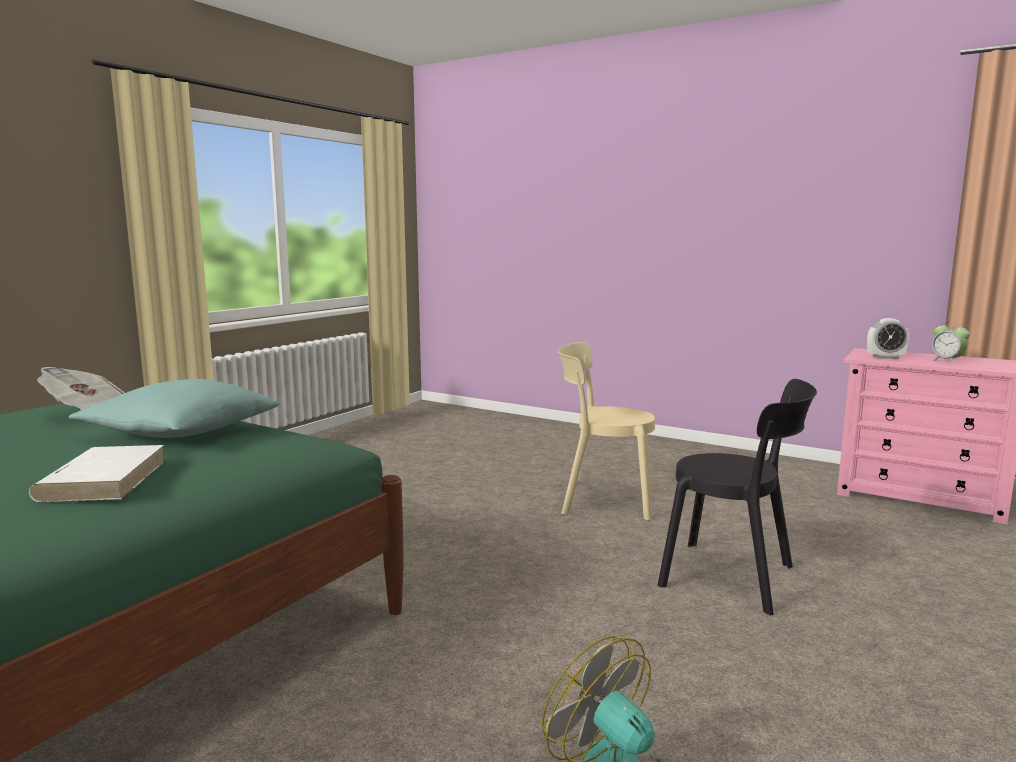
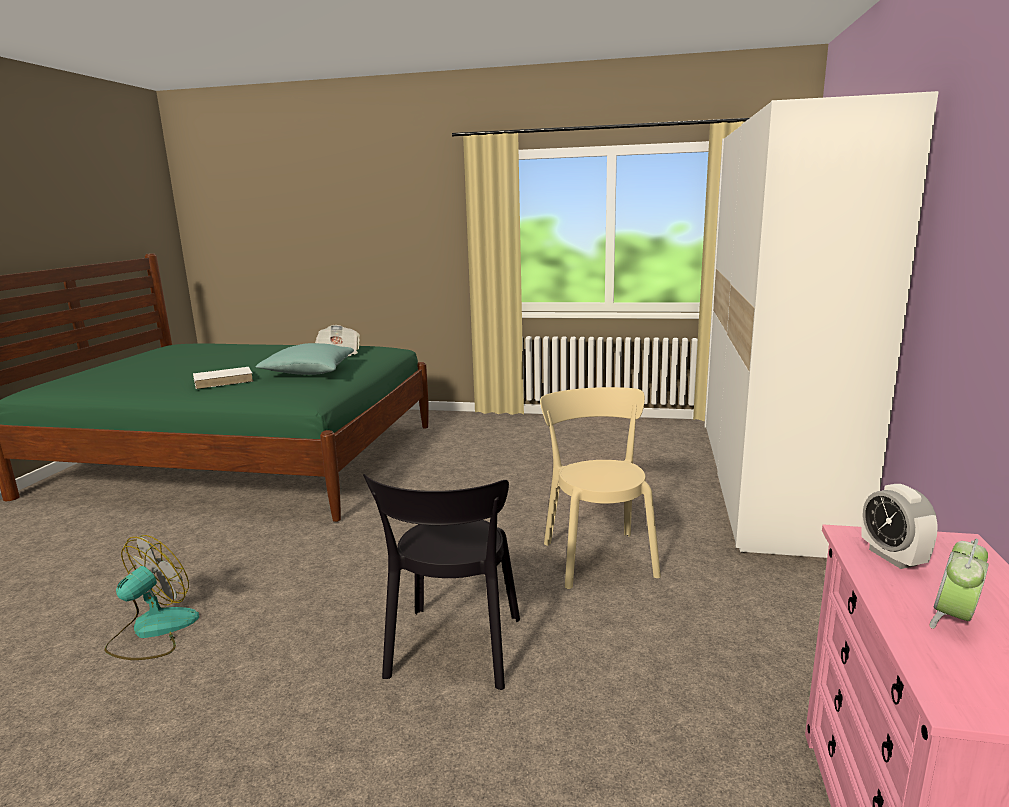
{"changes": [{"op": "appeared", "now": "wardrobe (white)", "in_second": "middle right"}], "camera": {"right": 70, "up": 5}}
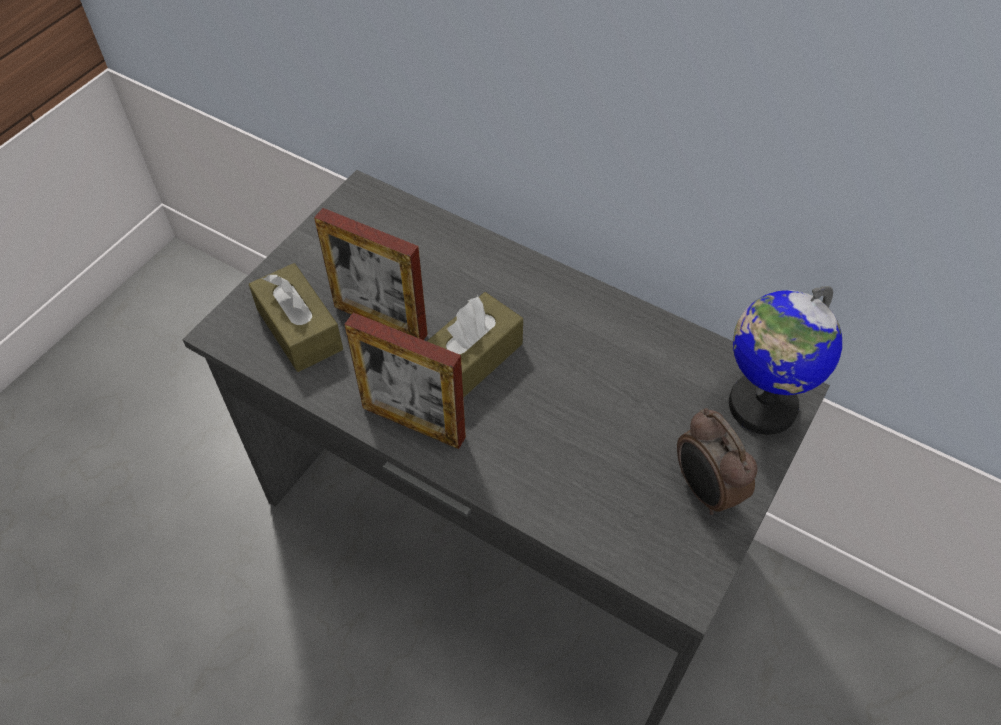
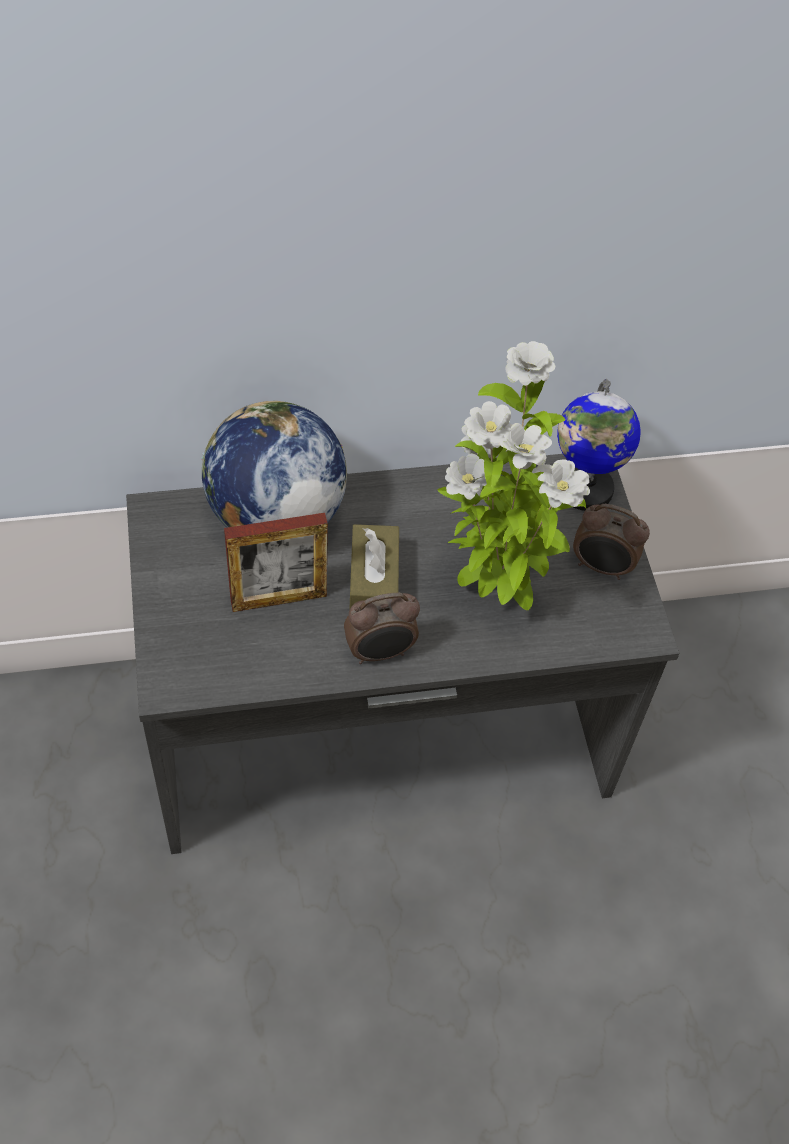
{"changes": [{"op": "missing", "was": "tissue box (brown-coloured) (no. 1 from left)", "in_first": "middle left"}, {"op": "appeared", "now": "globe (no. 1 from left)", "in_second": "centre"}, {"op": "appeared", "now": "potted plant", "in_second": "centre"}, {"op": "exchanged", "was": "photo frame (no. 2 from left)", "now": "alarm clock (no. 1 from left)", "in_first": "centre", "in_second": "centre"}], "camera": {"right": -45, "up": 0}}
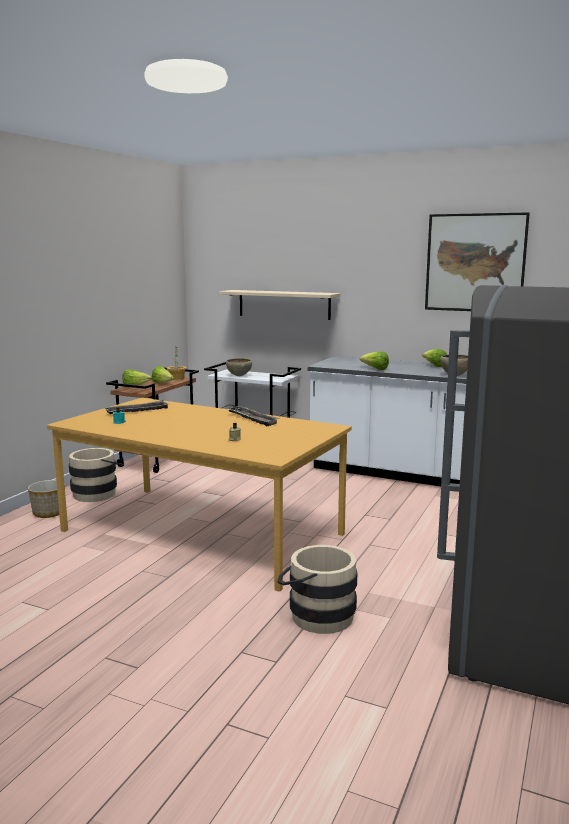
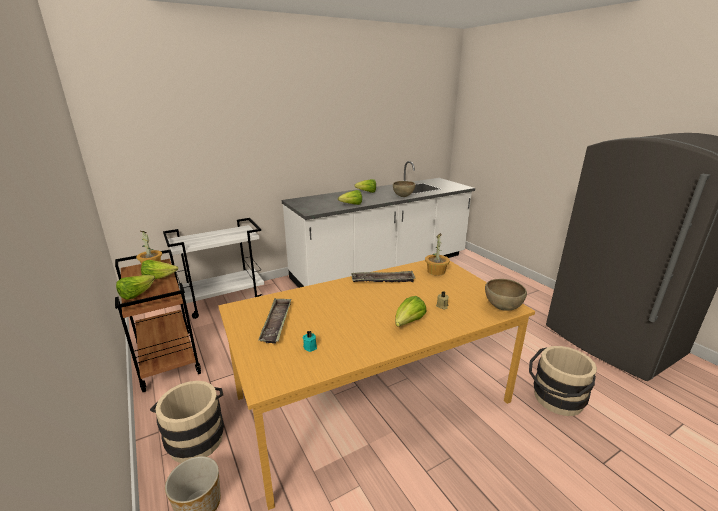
{"changes": [{"op": "missing", "was": "shelf (sand-coloured)", "in_first": "centre"}, {"op": "missing", "was": "wall picture", "in_first": "top right"}, {"op": "appeared", "now": "lettuce (no. 5 from left)", "in_second": "centre"}, {"op": "appeared", "now": "potted plant (no. 2 from left)", "in_second": "centre"}, {"op": "relocated", "was": "serving bowl (brown-coloured) (no. 1 from left in the first image)", "now": "serving bowl (brown-coloured) (no. 2 from left)", "in_first": "centre", "in_second": "middle right"}], "camera": {"right": -55, "up": 10}}
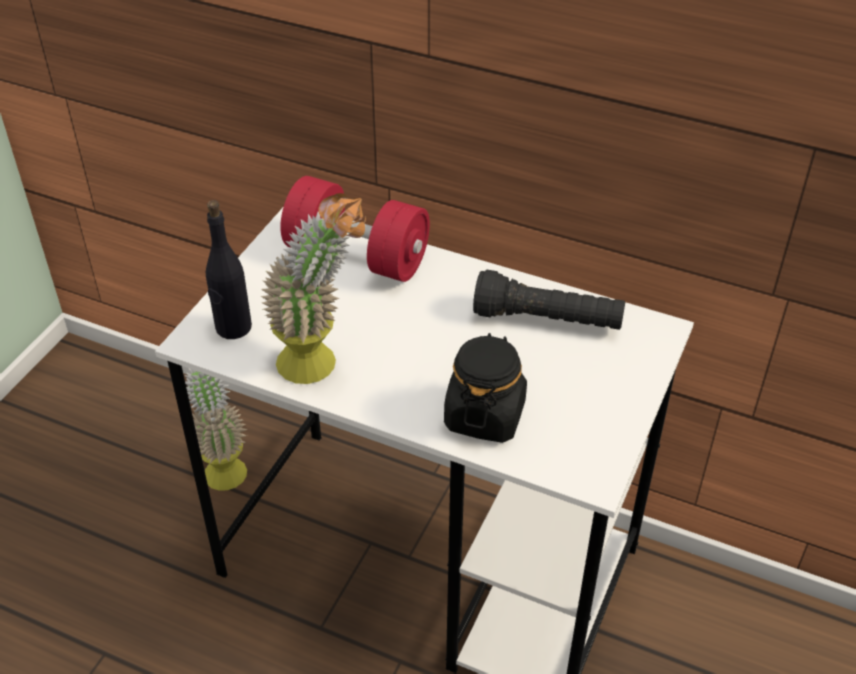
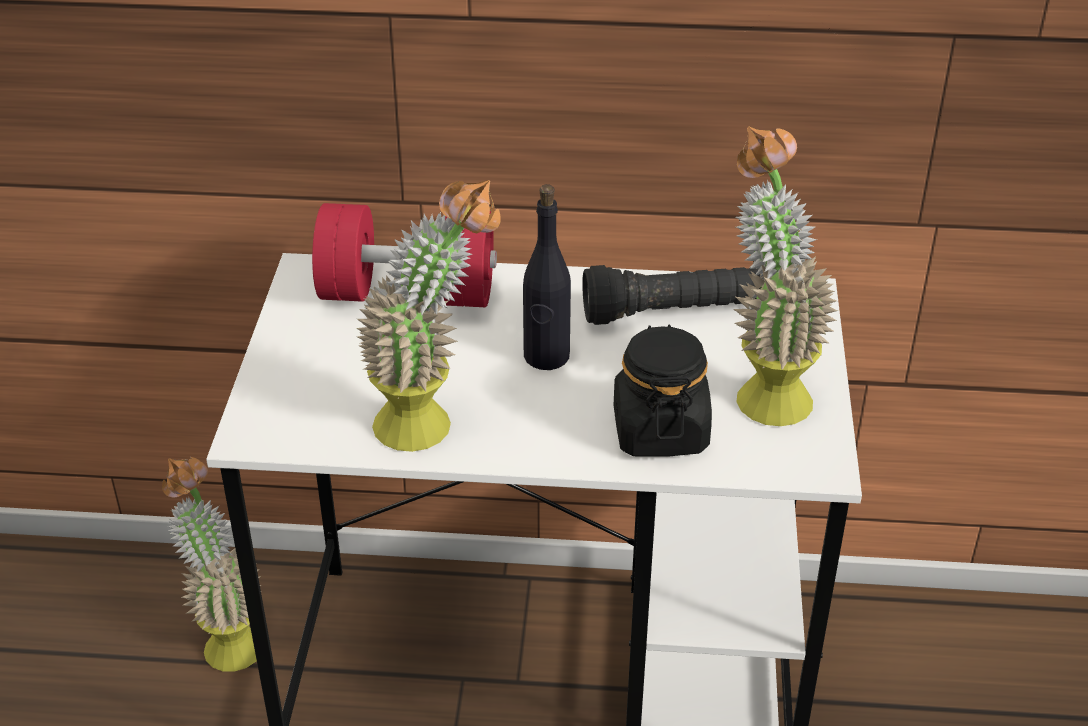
{"changes": [{"op": "appeared", "now": "potted plant (no. 3 from left)", "in_second": "middle right"}, {"op": "relocated", "was": "beverage bottle (black)", "in_first": "middle left", "in_second": "centre"}], "camera": {"right": -20, "up": -5}}
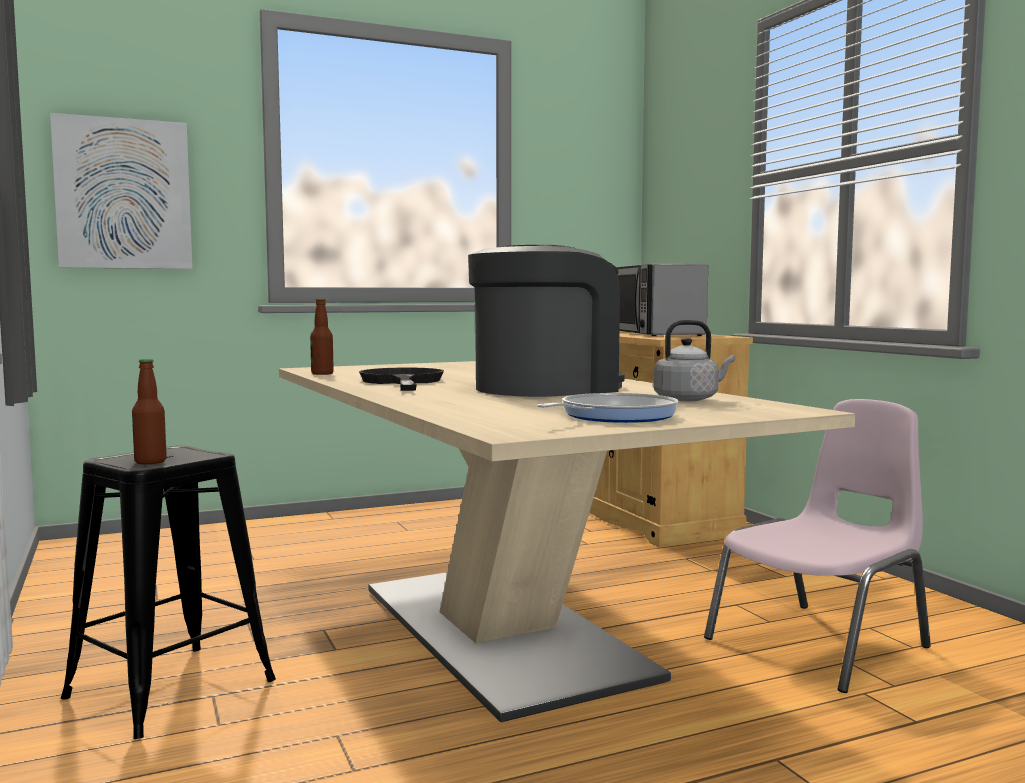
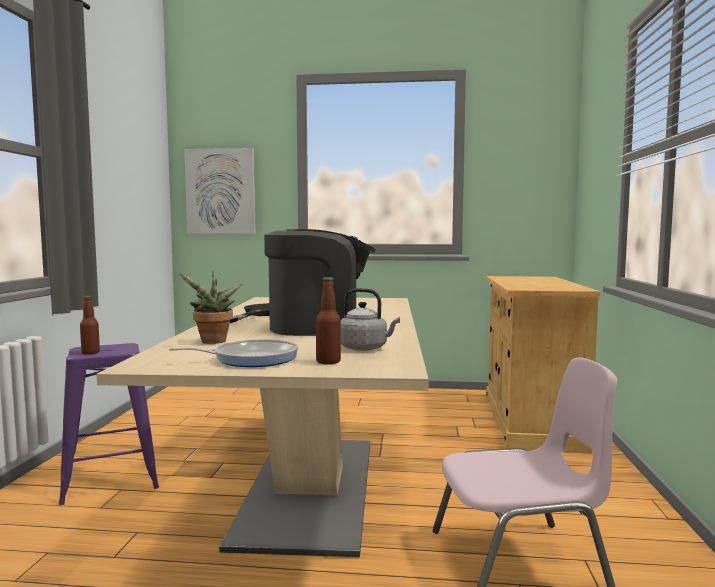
{"changes": [{"op": "missing", "was": "kitchen microwave", "in_first": "centre"}, {"op": "appeared", "now": "potted plant", "in_second": "middle left"}, {"op": "relocated", "was": "beverage bottle (no. 2 from left)", "in_first": "middle left", "in_second": "centre"}, {"op": "colour", "was": "stool seat (black)", "now": "stool seat (purplish)", "in_first": "bottom left", "in_second": "bottom left"}], "camera": {"right": 30, "up": 0}}
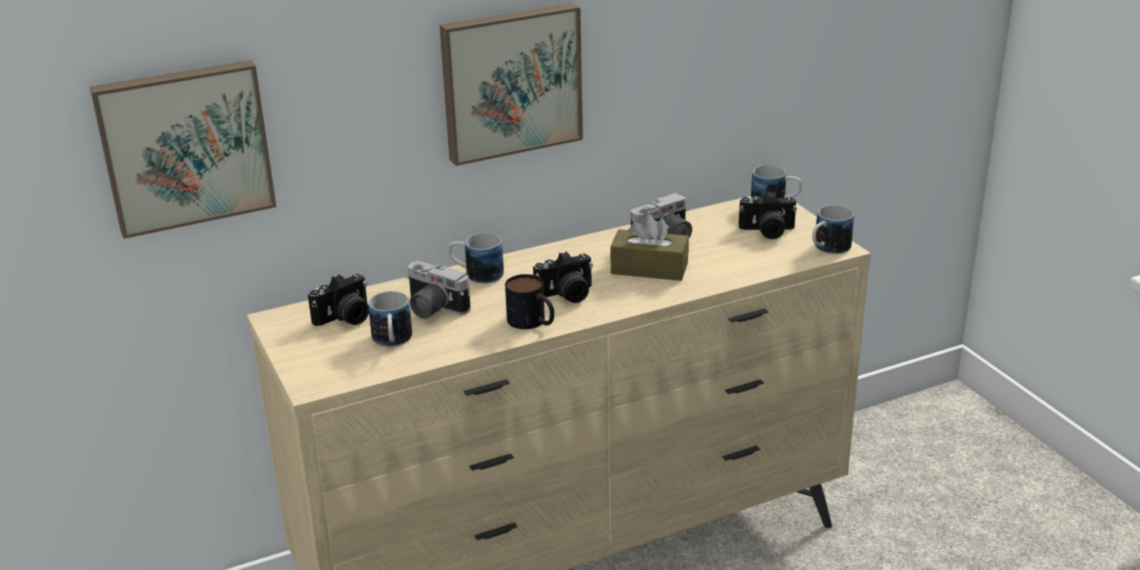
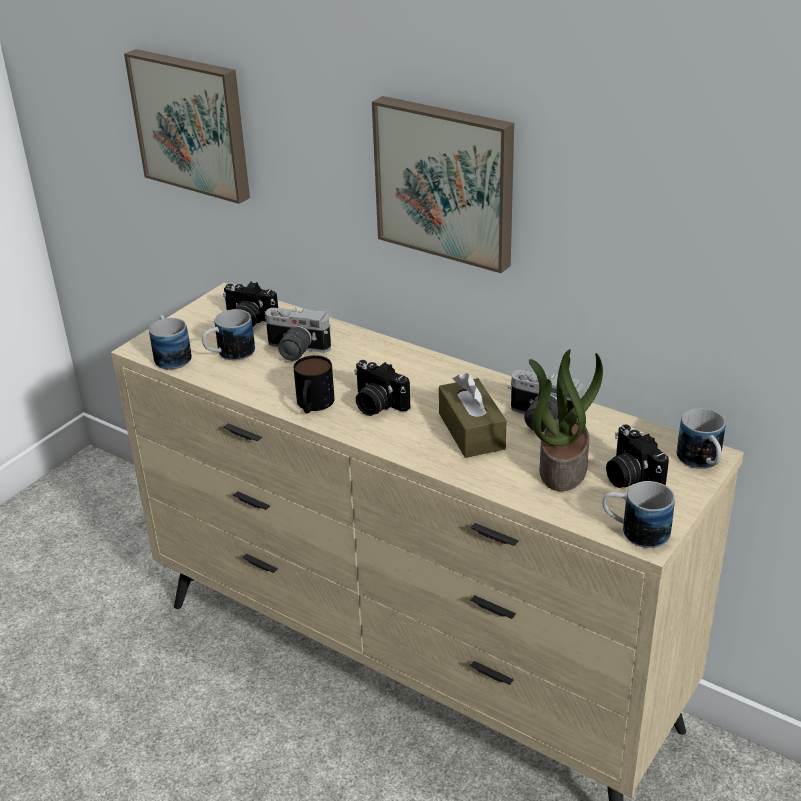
{"changes": [{"op": "appeared", "now": "potted plant", "in_second": "middle right"}, {"op": "relocated", "was": "tea mug (no. 2 from left in the first image)", "now": "tea mug (no. 1 from left)", "in_first": "centre", "in_second": "middle left"}, {"op": "spun", "was": "photo camera (no. 2 from left)", "in_first": "centre", "in_second": "centre", "clockwise": -75}], "camera": {"right": 60, "up": 5}}
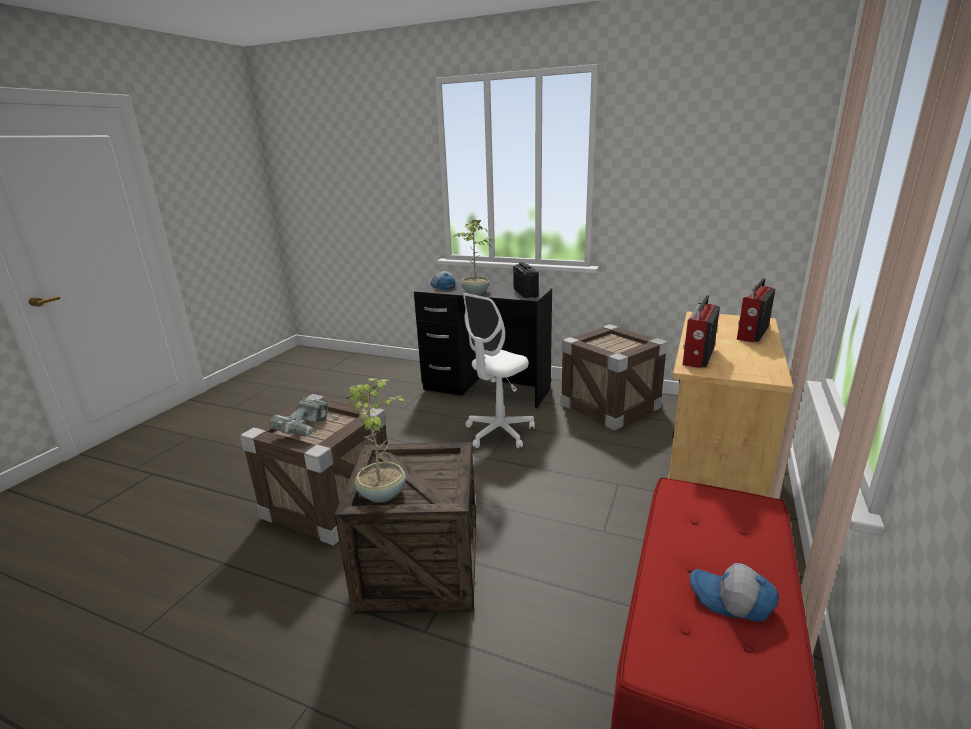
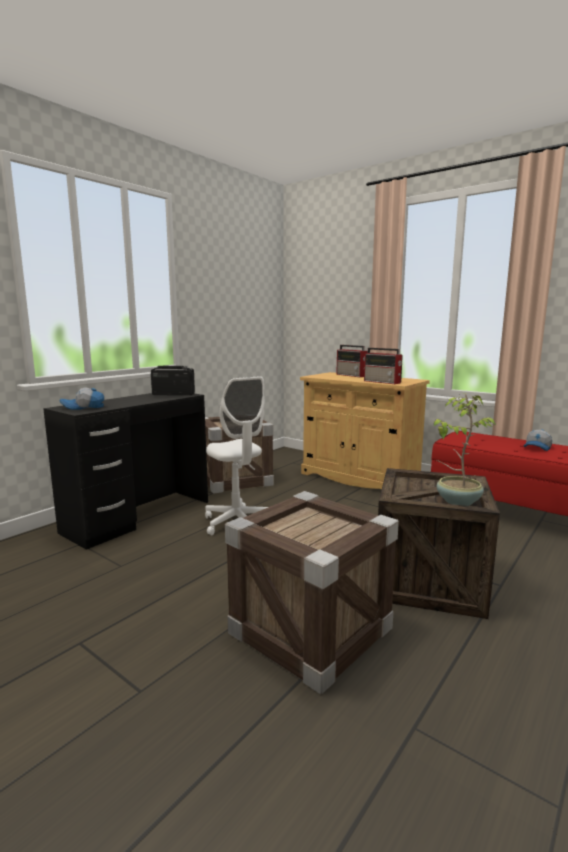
{"changes": [{"op": "missing", "was": "drill", "in_first": "middle left"}, {"op": "missing", "was": "potted plant (no. 2 from left)", "in_first": "centre"}], "camera": {"right": -75, "up": -10}}
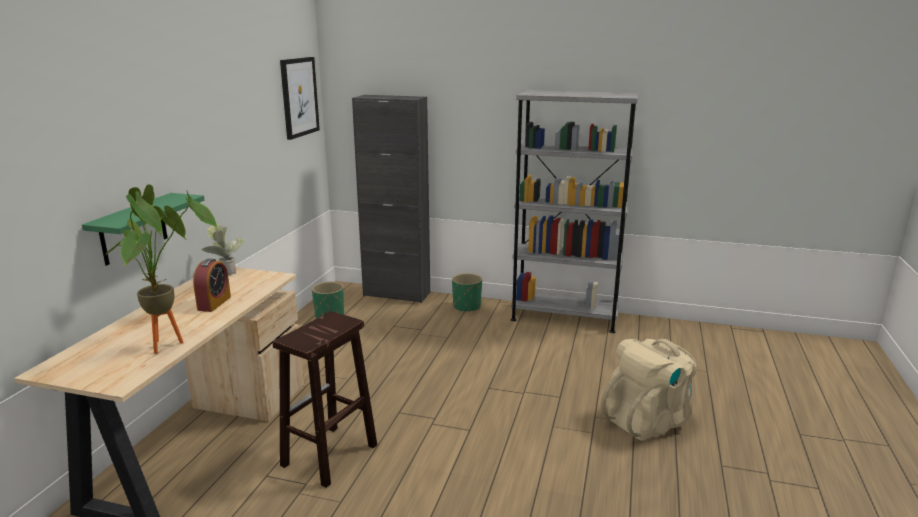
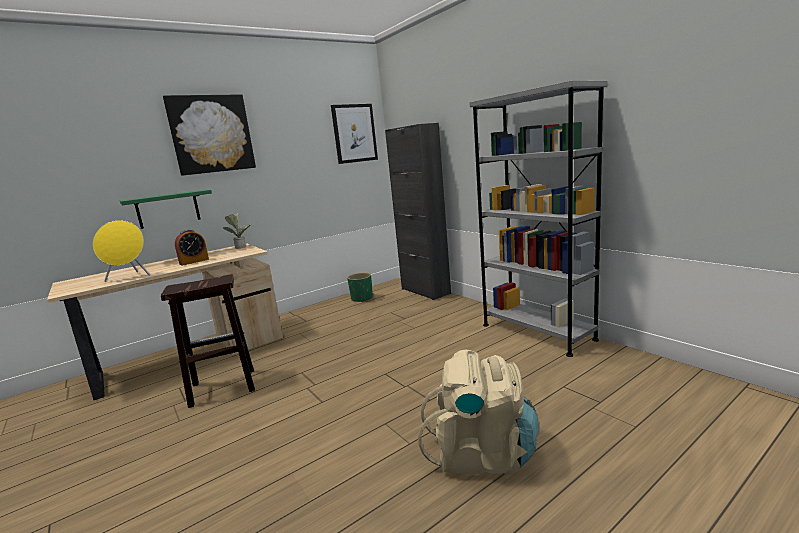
{"changes": [{"op": "missing", "was": "planter (greenish) (no. 2 from left)", "in_first": "centre"}, {"op": "appeared", "now": "wall picture (no. 1 from left)", "in_second": "top left"}, {"op": "exchanged", "was": "potted plant (no. 1 from left)", "now": "audio speaker (yellowish)", "in_first": "middle left", "in_second": "middle left"}], "camera": {"right": 40, "up": -5}}
